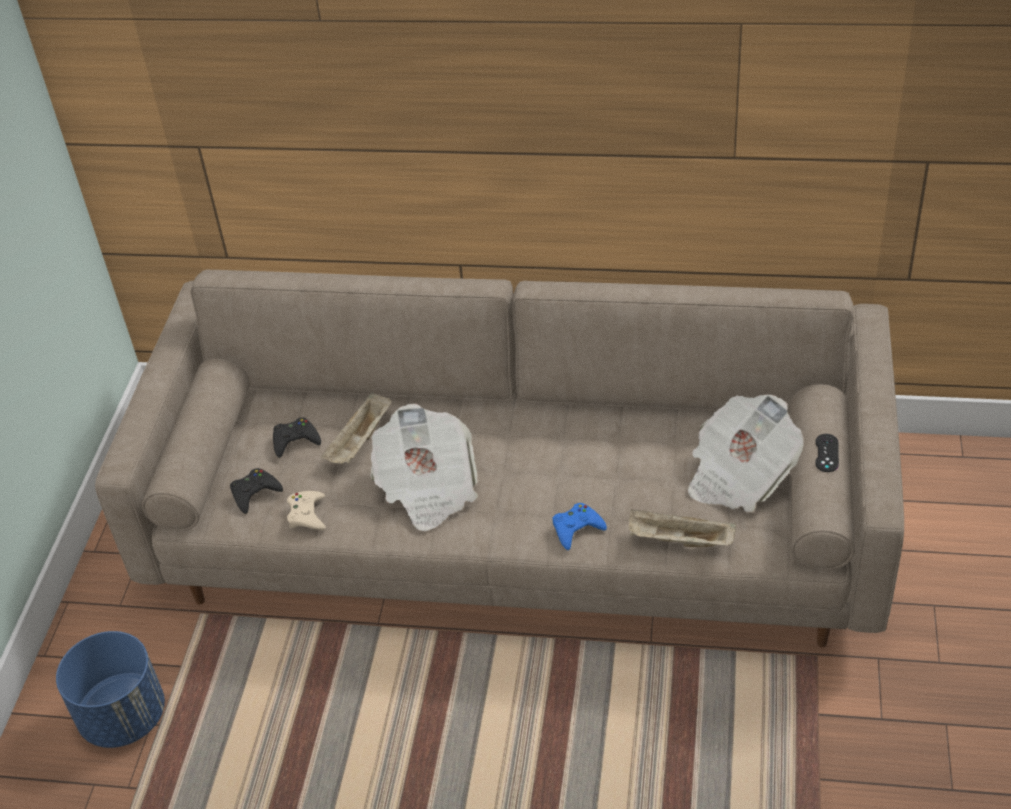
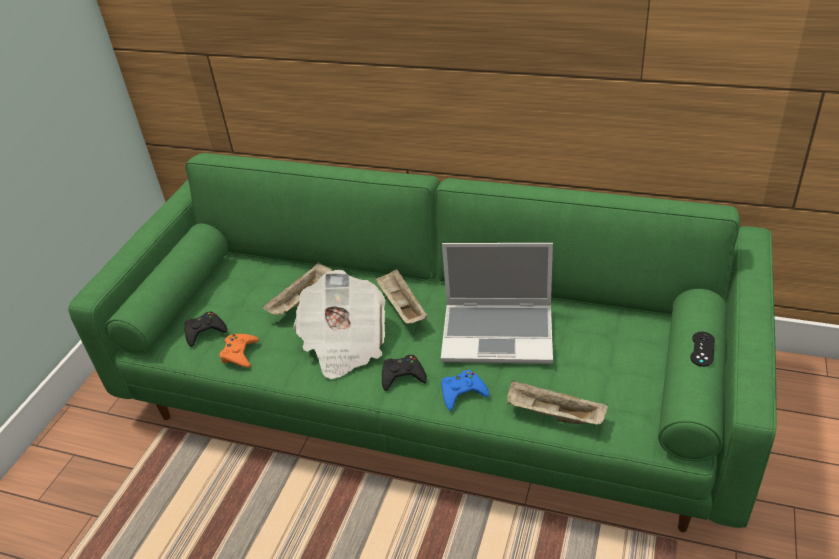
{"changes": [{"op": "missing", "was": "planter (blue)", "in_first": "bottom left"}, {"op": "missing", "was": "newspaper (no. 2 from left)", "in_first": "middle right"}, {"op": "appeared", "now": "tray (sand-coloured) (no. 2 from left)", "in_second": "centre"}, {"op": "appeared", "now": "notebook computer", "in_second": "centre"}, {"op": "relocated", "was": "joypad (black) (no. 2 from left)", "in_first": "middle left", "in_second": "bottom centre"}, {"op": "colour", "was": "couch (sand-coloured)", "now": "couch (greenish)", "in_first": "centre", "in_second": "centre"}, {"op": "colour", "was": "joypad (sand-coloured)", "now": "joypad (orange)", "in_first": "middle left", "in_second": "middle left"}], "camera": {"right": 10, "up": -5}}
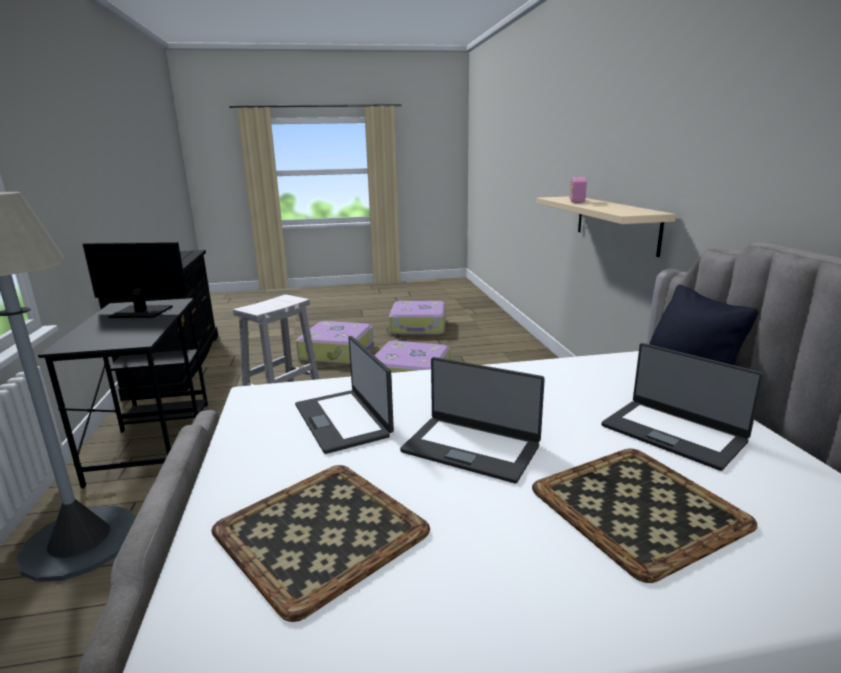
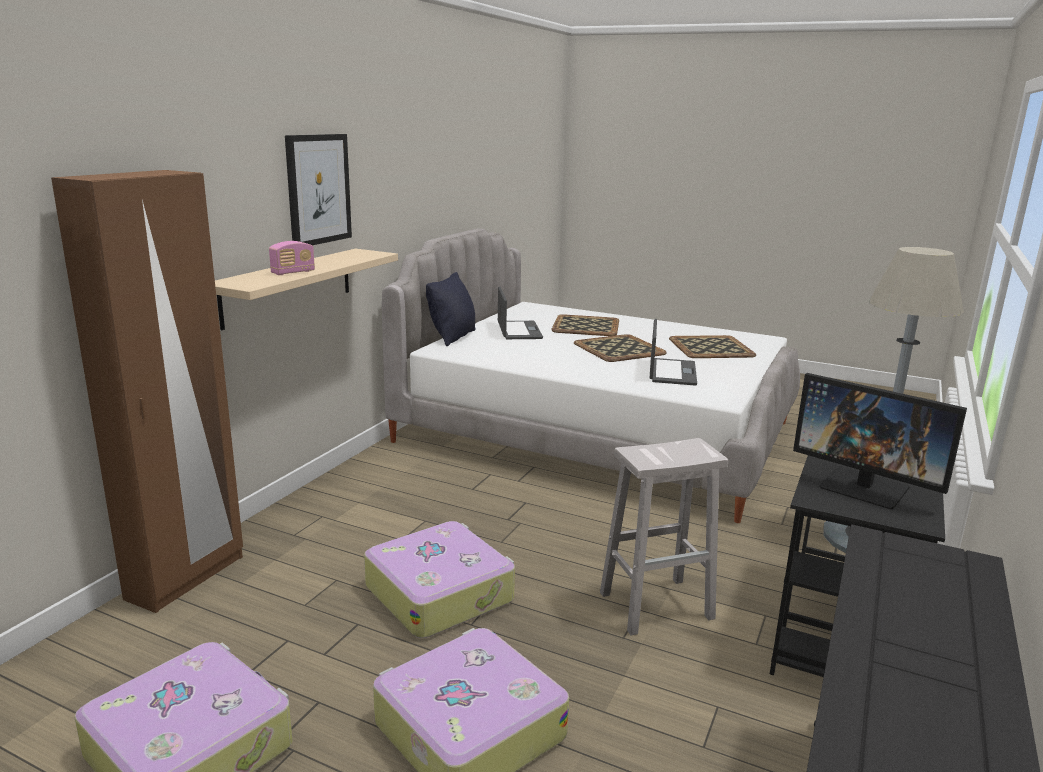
{"changes": [{"op": "appeared", "now": "wardrobe (brown-coloured)", "in_second": "middle left"}, {"op": "appeared", "now": "wall picture", "in_second": "top left"}, {"op": "exchanged", "was": "notebook computer (no. 2 from left)", "now": "tray (no. 2 from left)", "in_first": "centre", "in_second": "centre"}], "camera": {"right": -145, "up": 0}}
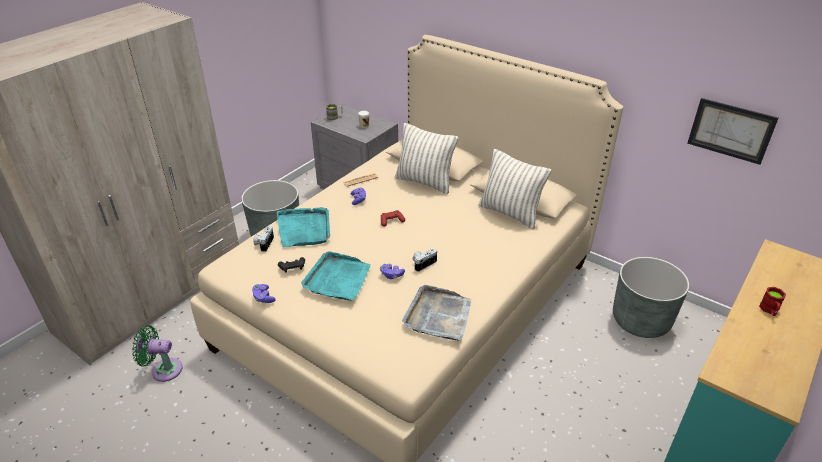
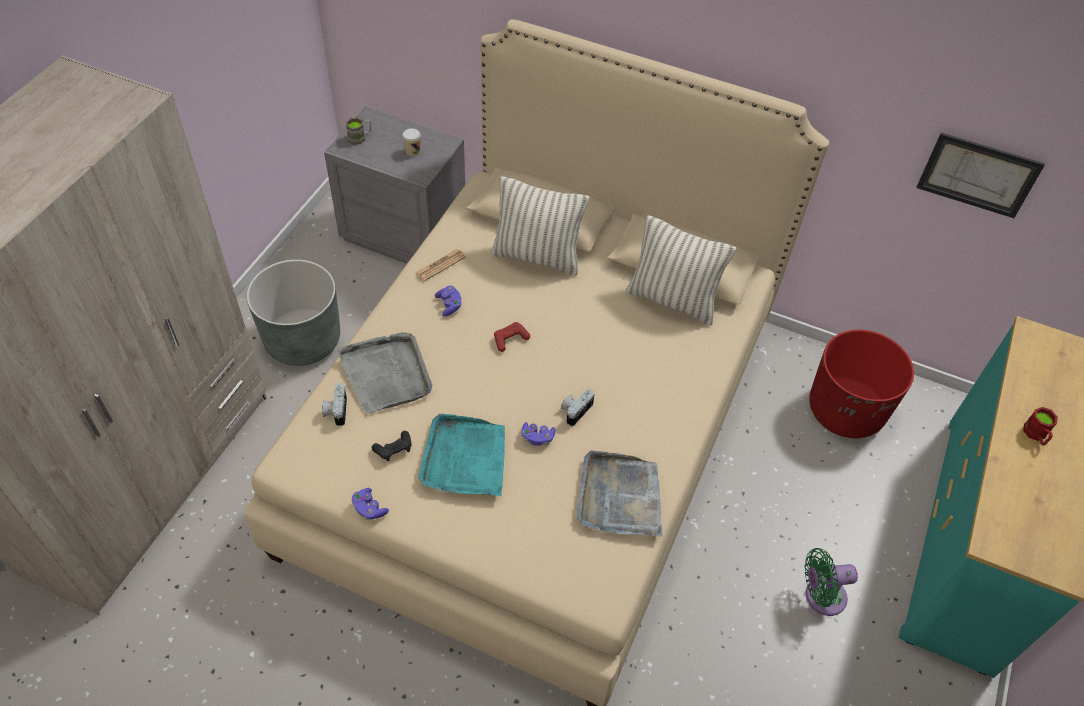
{"changes": [{"op": "relocated", "was": "cooling fan (greenish)", "in_first": "bottom left", "in_second": "bottom right"}, {"op": "colour", "was": "tray (turquoise-coloured) (no. 1 from left)", "now": "tray (greyish) (no. 1 from left)", "in_first": "centre", "in_second": "centre"}, {"op": "colour", "was": "planter (greyish) (no. 2 from left)", "now": "planter (red)", "in_first": "middle right", "in_second": "middle right"}], "camera": {"right": -15, "up": 15}}
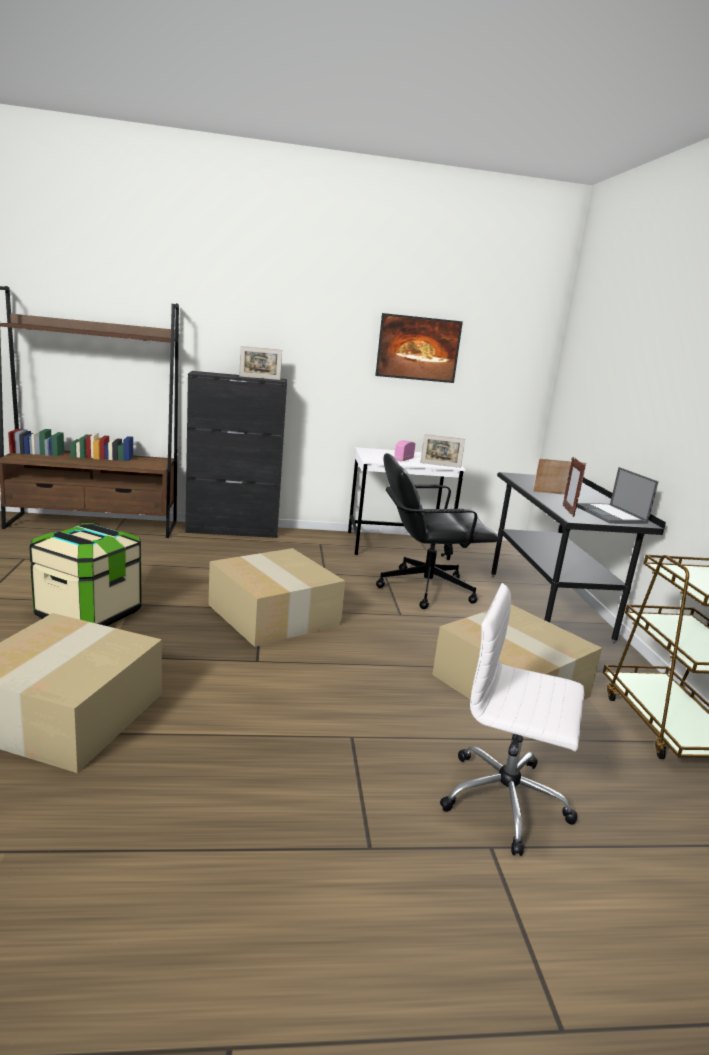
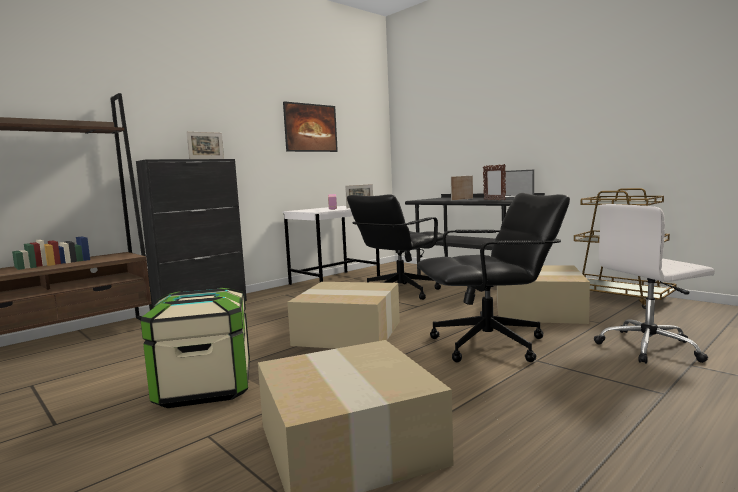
{"changes": [{"op": "appeared", "now": "office chair (black) (no. 2 from left)", "in_second": "middle right"}], "camera": {"right": -35, "up": -10}}
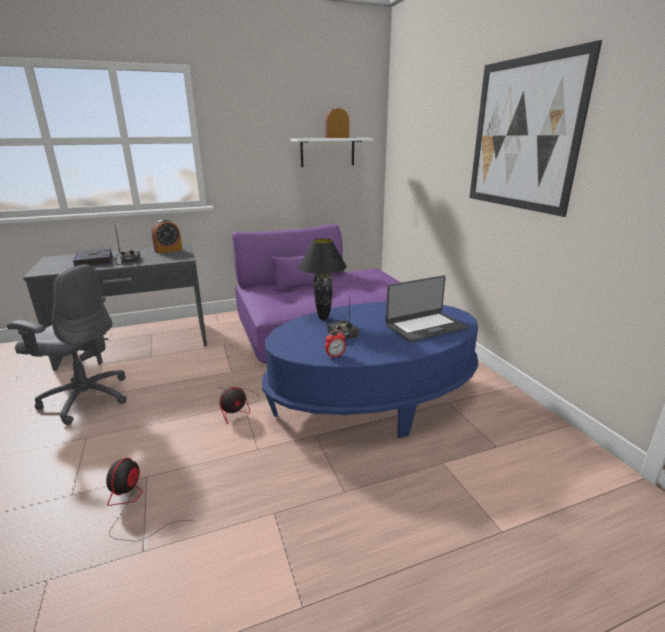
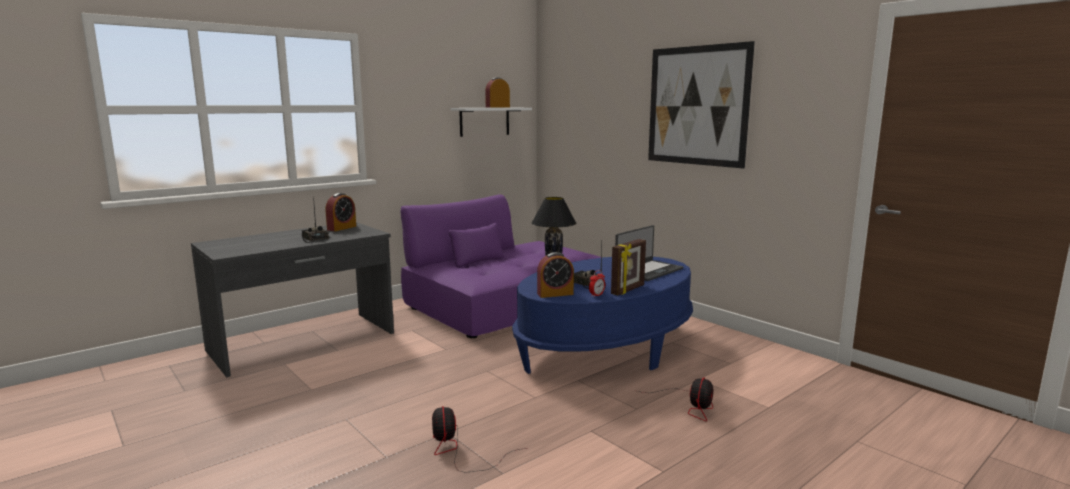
{"changes": [{"op": "missing", "was": "office chair (greyish)", "in_first": "middle left"}, {"op": "missing", "was": "book", "in_first": "middle left"}, {"op": "appeared", "now": "alarm clock (no. 3 from left)", "in_second": "centre"}, {"op": "appeared", "now": "photo frame", "in_second": "centre"}, {"op": "relocated", "was": "cooling fan (no. 2 from left)", "in_first": "centre", "in_second": "bottom centre"}], "camera": {"right": -20, "up": -10}}
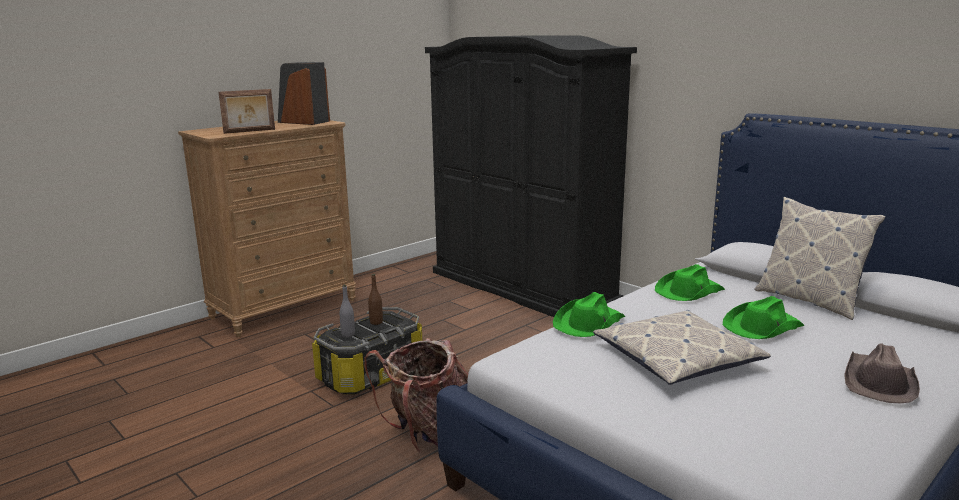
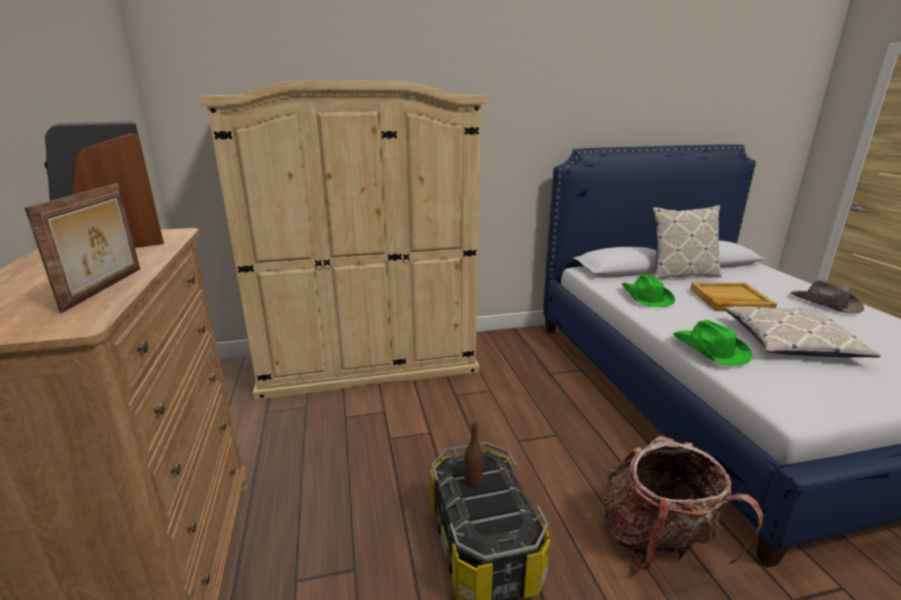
{"changes": [{"op": "missing", "was": "beverage bottle (greyish)", "in_first": "centre"}, {"op": "exchanged", "was": "wearable hat (greenish) (no. 3 from left)", "now": "tray (sand-coloured)", "in_first": "middle right", "in_second": "middle right"}, {"op": "colour", "was": "wardrobe (black)", "now": "wardrobe (sand-coloured)", "in_first": "centre", "in_second": "centre"}], "camera": {"right": -60, "up": 5}}
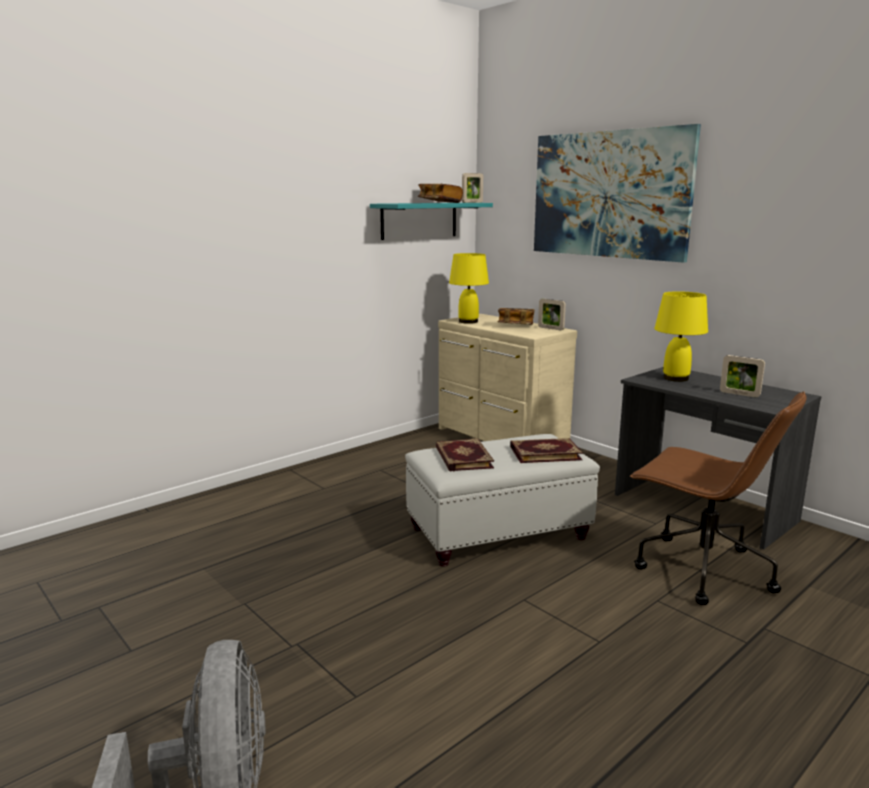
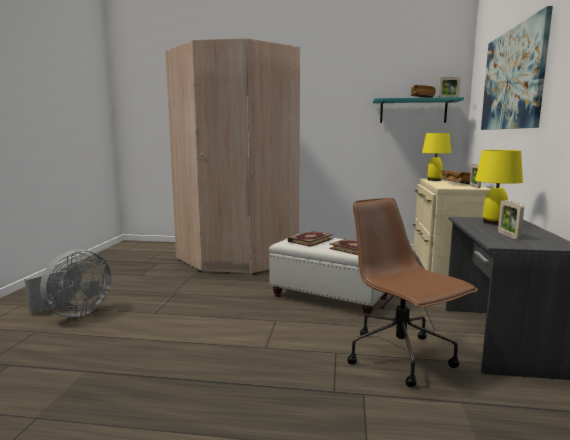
{"changes": [{"op": "appeared", "now": "wardrobe (sand-coloured)", "in_second": "centre"}, {"op": "spun", "was": "office chair (brown-coloured)", "in_first": "middle right", "in_second": "middle right", "clockwise": 150}], "camera": {"right": 50, "up": -5}}
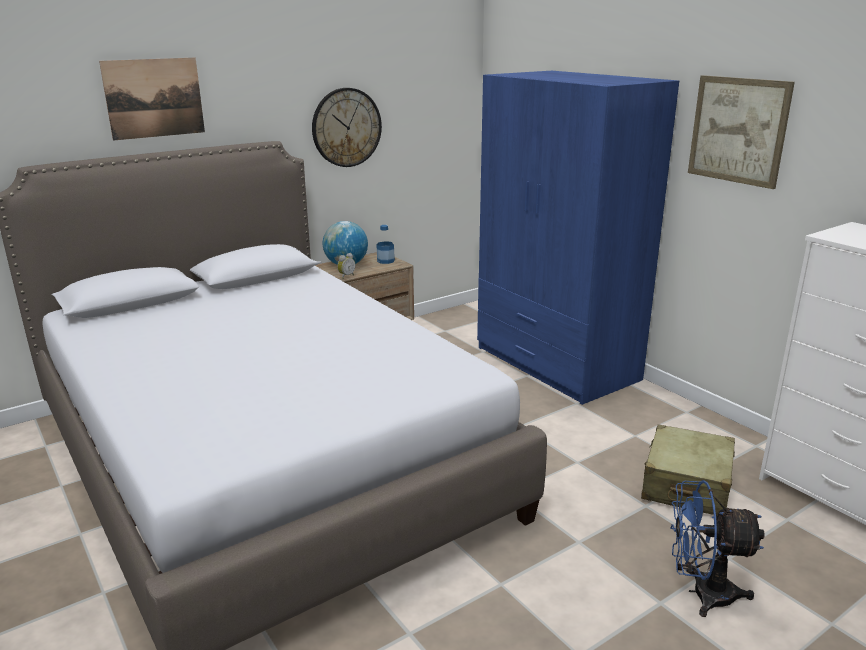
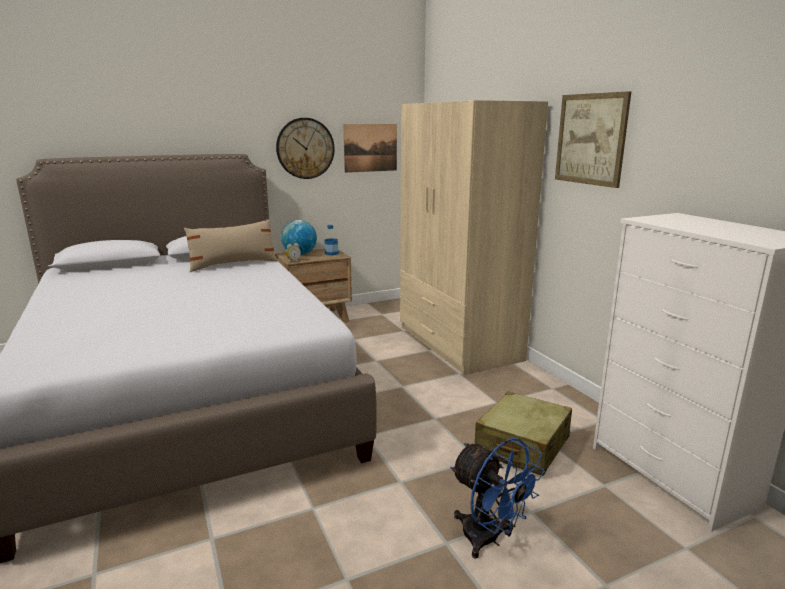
{"changes": [{"op": "appeared", "now": "pillow (sand-coloured)", "in_second": "middle left"}, {"op": "relocated", "was": "wall picture (no. 1 from left)", "in_first": "top left", "in_second": "top centre"}, {"op": "colour", "was": "wardrobe (blue)", "now": "wardrobe (sand-coloured)", "in_first": "middle right", "in_second": "centre"}, {"op": "spun", "was": "cooling fan (blue)", "in_first": "bottom right", "in_second": "bottom centre", "clockwise": -150}], "camera": {"right": 10, "up": -5}}
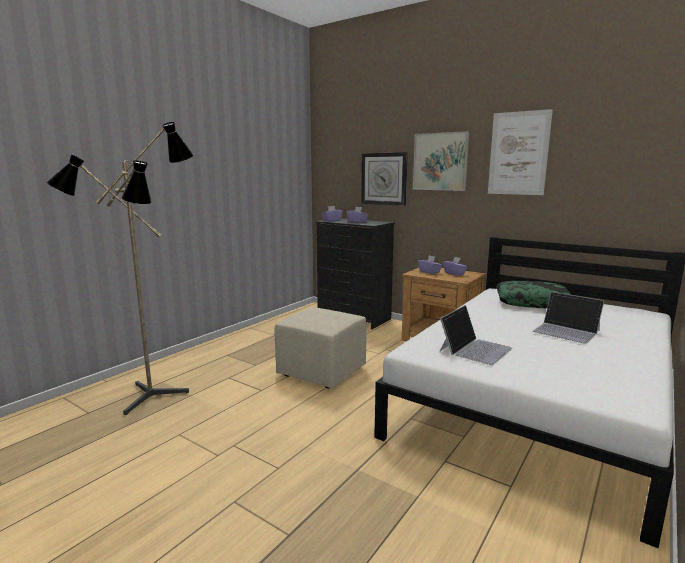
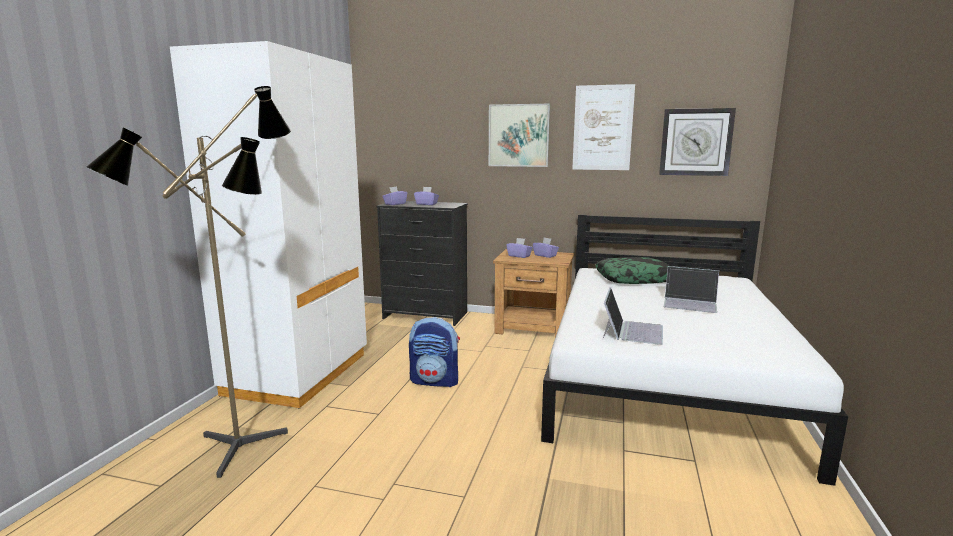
{"changes": [{"op": "appeared", "now": "wardrobe (white)", "in_second": "middle left"}, {"op": "relocated", "was": "hanging clock", "in_first": "top centre", "in_second": "top right"}, {"op": "exchanged", "was": "ottoman (sand-coloured)", "now": "knapsack", "in_first": "centre", "in_second": "centre"}], "camera": {"right": -20, "up": 0}}
